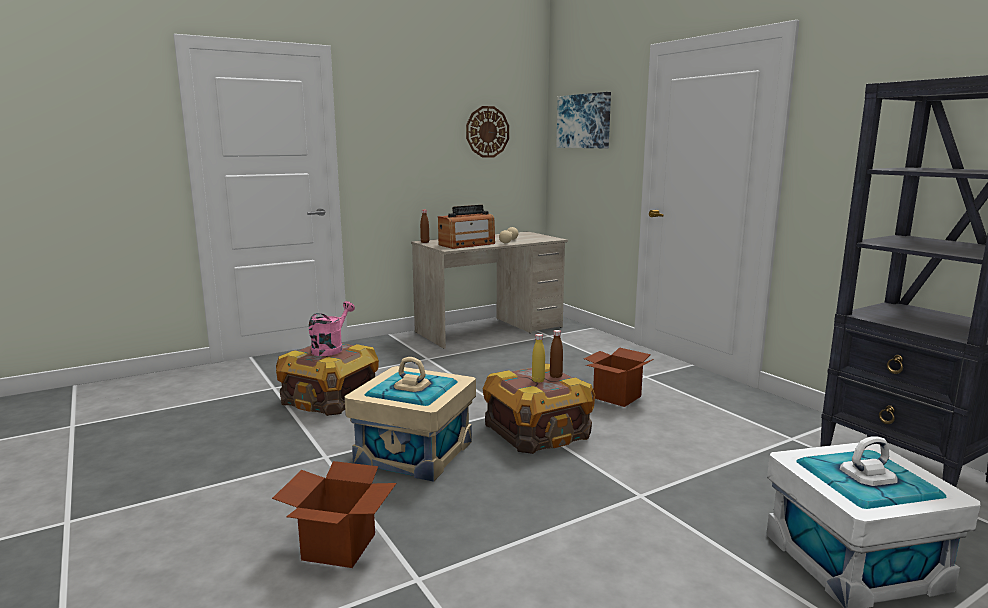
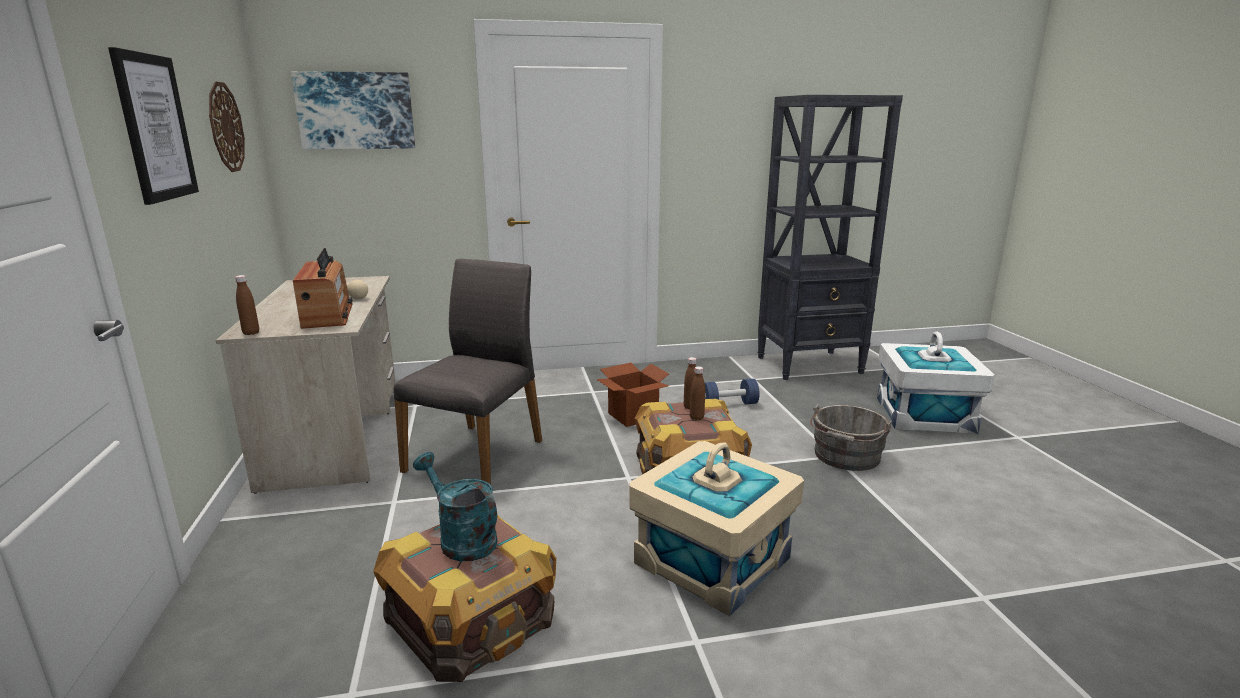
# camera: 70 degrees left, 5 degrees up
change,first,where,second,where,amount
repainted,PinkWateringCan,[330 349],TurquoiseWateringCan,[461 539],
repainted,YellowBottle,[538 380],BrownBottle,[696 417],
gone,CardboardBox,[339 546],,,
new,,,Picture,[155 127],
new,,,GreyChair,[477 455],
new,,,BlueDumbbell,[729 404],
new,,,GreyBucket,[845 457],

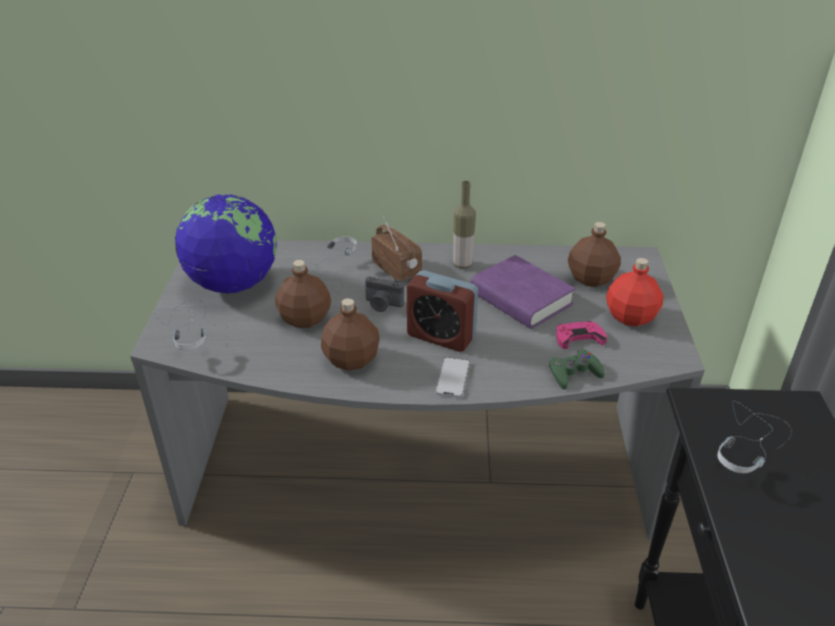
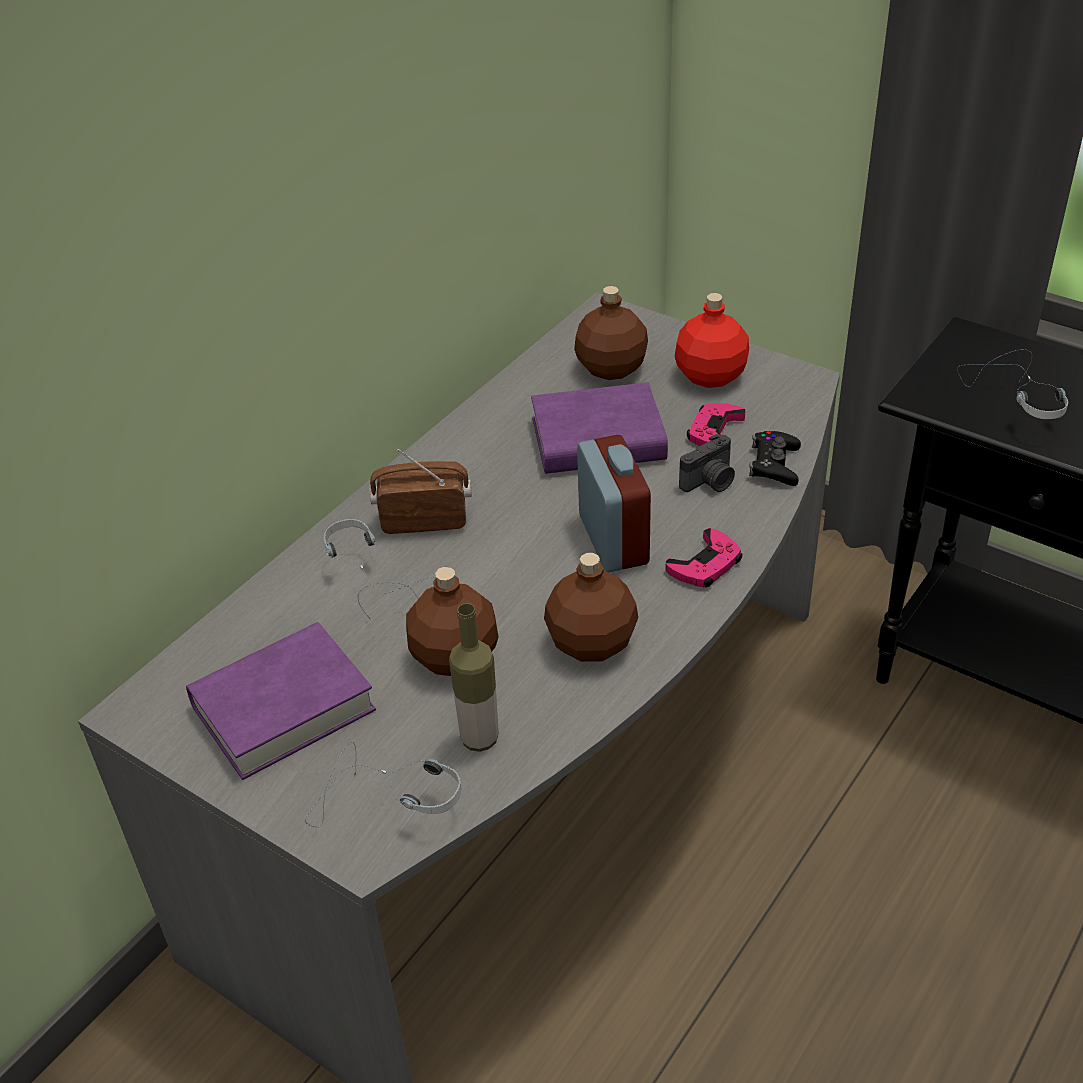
# camera: 55 degrees left, 5 degrees up
change,first,where,second,where,amount
shifted,Bottle,[462 264],,[479 739],
swapped,Globe,[233 284],PurpleBook,[283 708],
rotated,AlarmClock,[441 336],,[613 540],75 degrees counterclockwise
shifted,PhotoCamera,[382 305],,[710 482],
repainted,GreenGameController,[574 373],BlackGameController,[774 464],
swapped,Phone,[452 378],PinkGameController,[705 565],

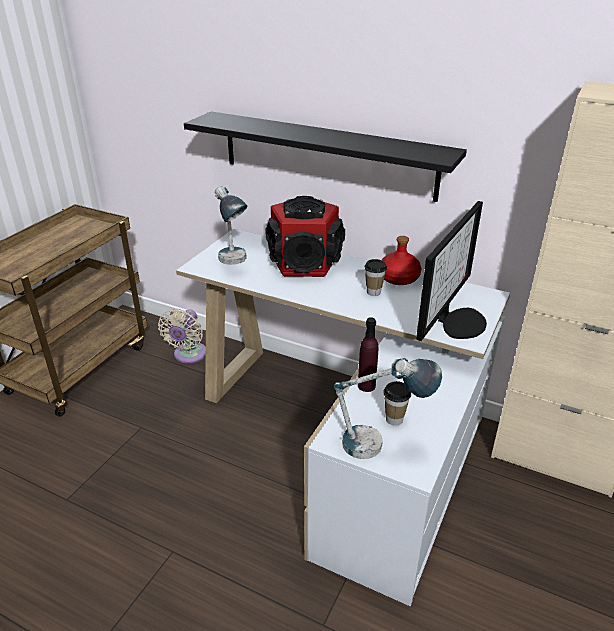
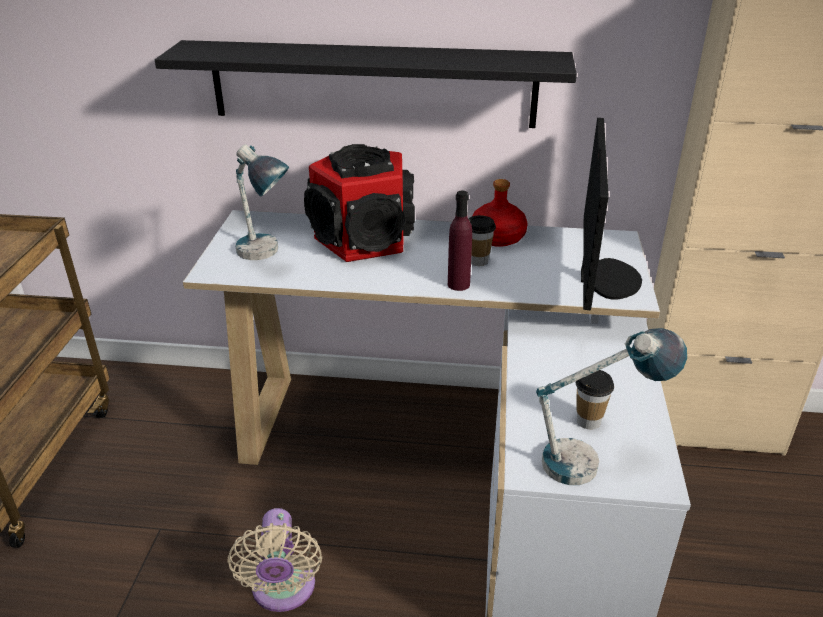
# camera: 20 degrees left, 0 degrees up
change,first,where,second,where,amount
shifted,BeigeFan,[188 355],,[283 591],
shifted,PurpleBottle,[366 386],,[458 284],

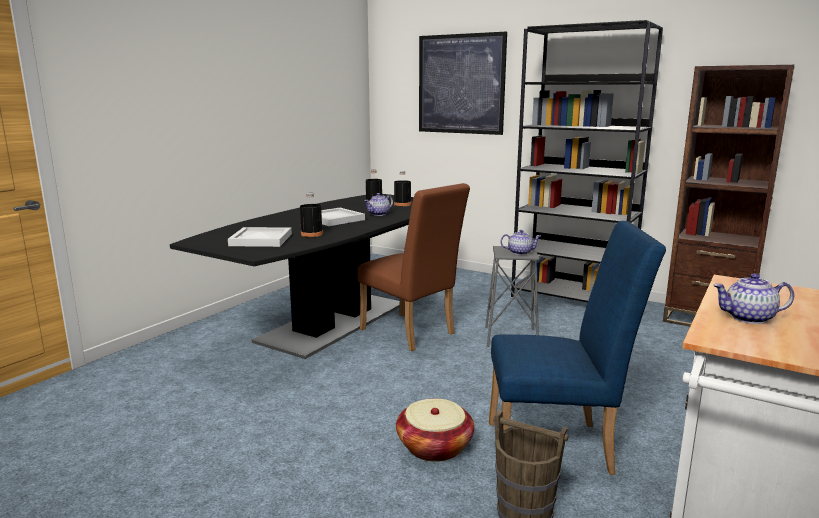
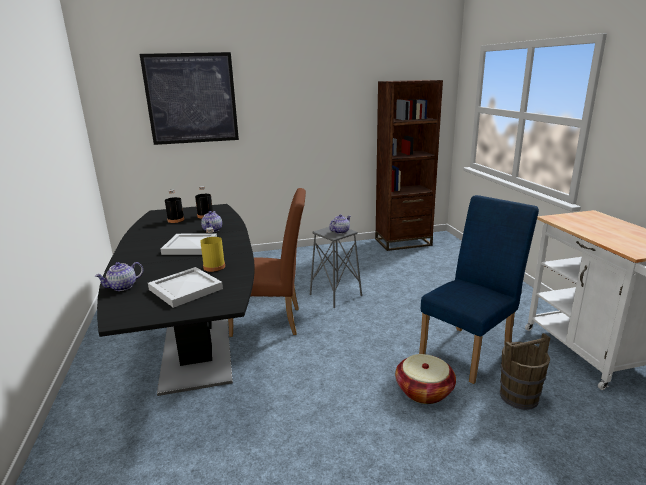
# camera: 45 degrees left, 5 degrees up
change,first,where,second,where,amount
gone,BlackBookcase,[572 298],,,
repainted,BlackBottle,[311 234],YellowBottle,[214 267],
shifted,Teapot,[748 318],,[122 287],

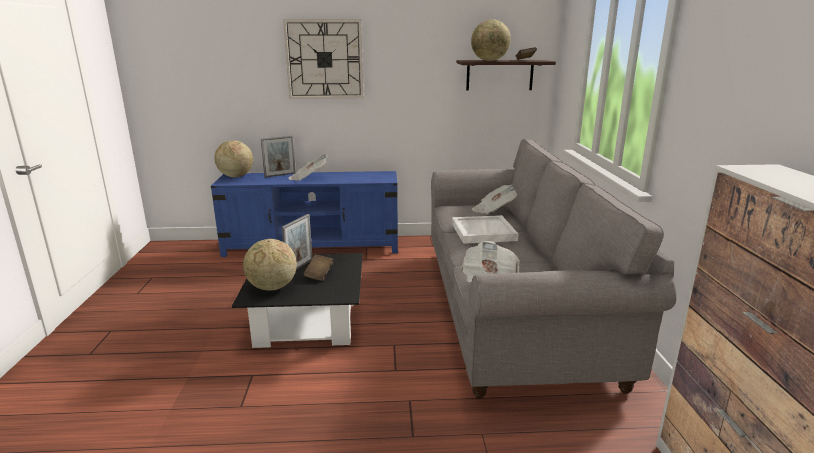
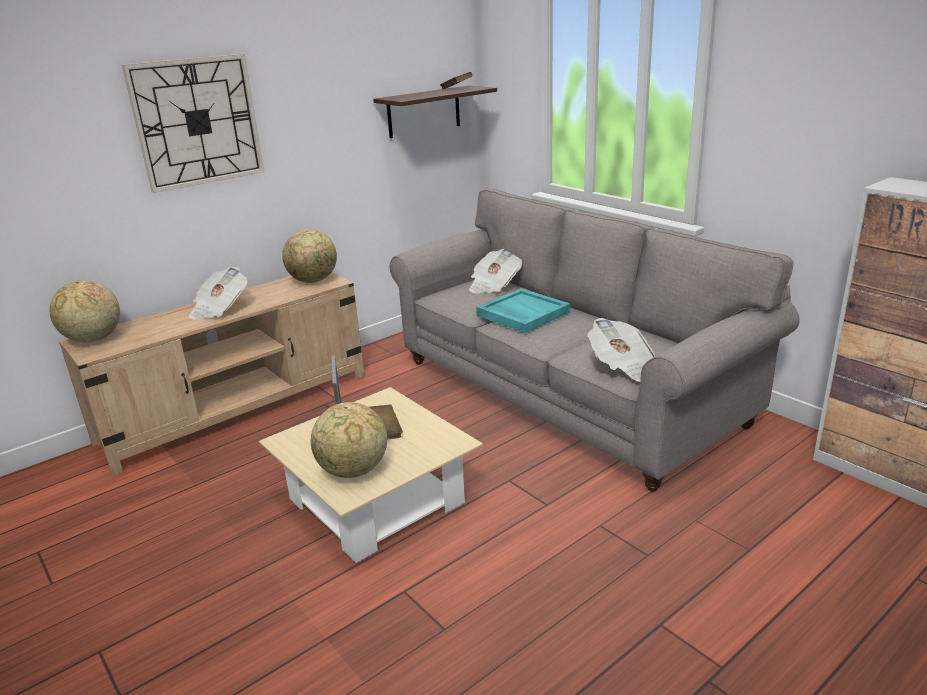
# camera: 35 degrees left, 5 degrees up
change,first,where,second,where,amount
shifted,Globe,[490 60],,[313 281],
gone,PictureFrame,[280 175],,,
repainted,BlueTvStand,[313 246],BeigeTvStand,[238 409],
repainted,WhiteTray,[482 232],TurquoiseTray,[522 313],
repainted,BlackCoffeeTable,[307 321],BeigeCoffeeTable,[376 501],

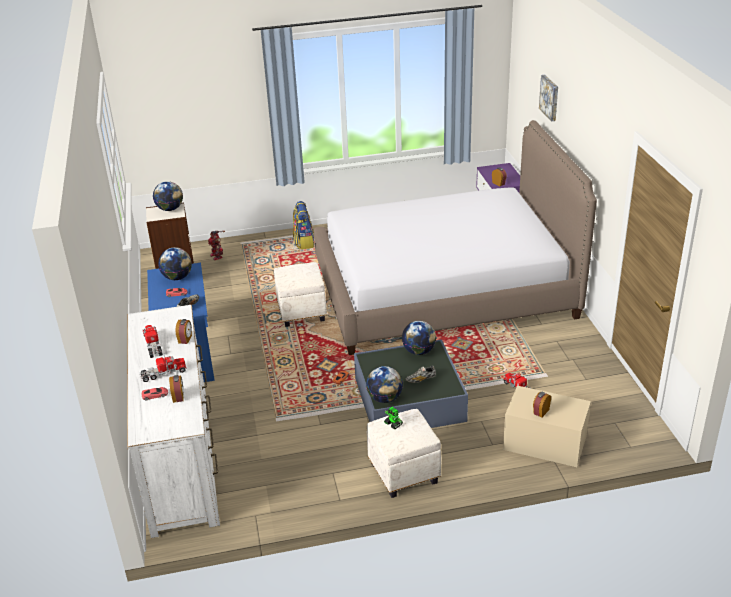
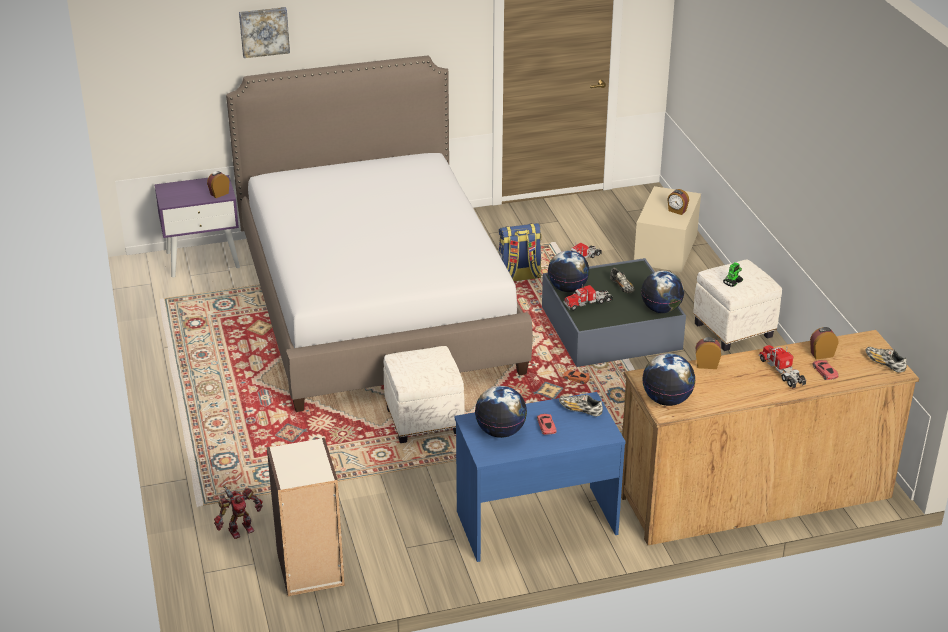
# camera: 95 degrees left, 0 degrees up
change,first,where,second,where,amount
shifted,Globe,[170 209],,[667 400],
shifted,Backpack,[304 242],,[519 277],
repainted,WhiteDresser,[180 458],BrownDresser,[754 495],
shifted,ToyTruck,[153 345],,[588 303],
new,,,Shoe,[884 364],

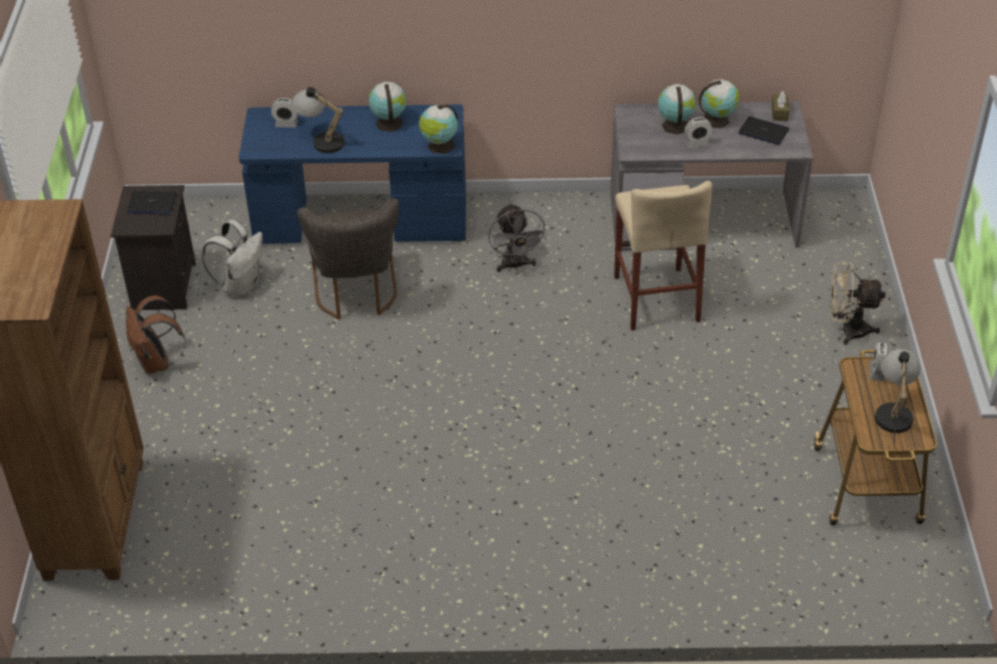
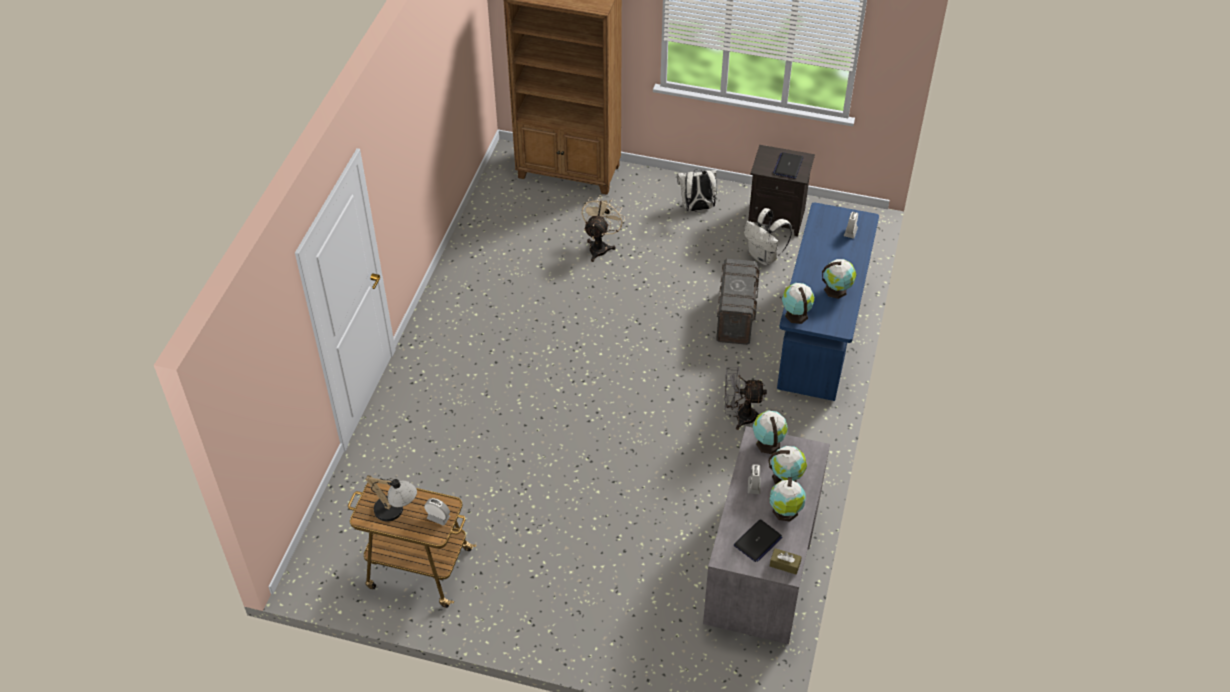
# camera: 105 degrees right, 5 degrees up
change,first,where,second,where,amount
gone,TableLamp,[321 141],,,
gone,BeigeStool,[656 298],,,
swapped,GreyChair,[356 294],GreyStorageBox,[735 316],
shifted,BeigeFan,[847 330],,[600 246],
repainted,BrownBackpack,[157 363],WhiteBackpack,[697 208],
new,,,Globe,[768 443],

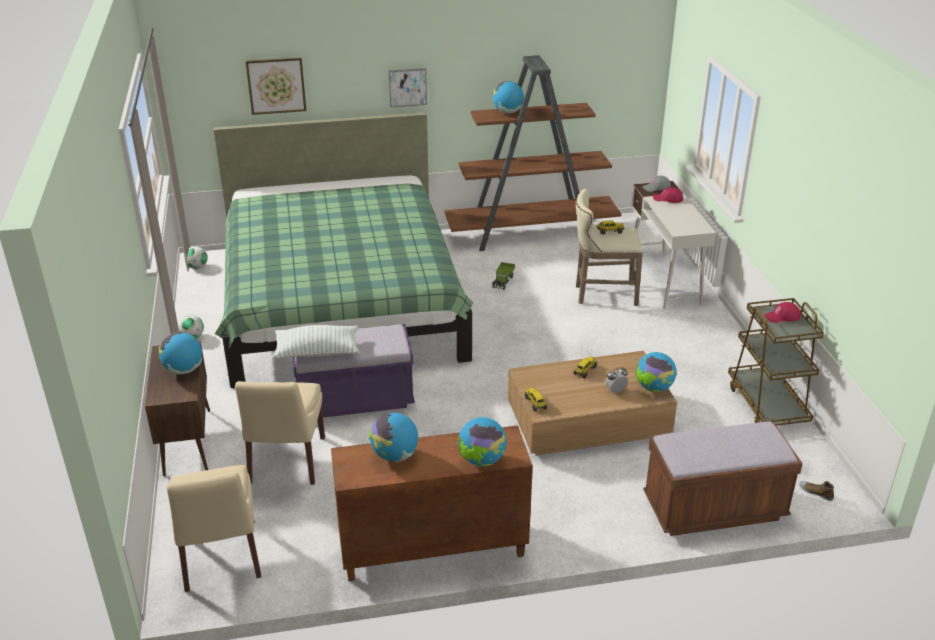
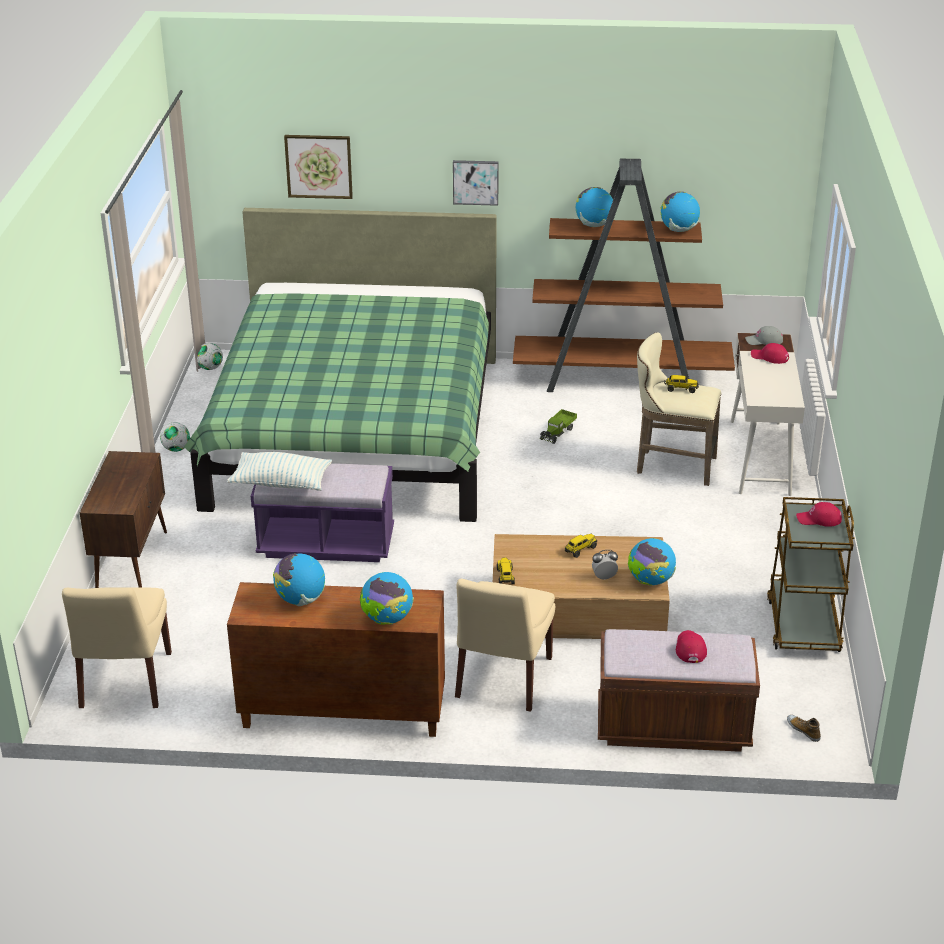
# camera: 15 degrees right, 0 degrees up
change,first,where,second,where,amount
shifted,Globe,[183 370],,[678 230],
shifted,BeigeChair,[286 462],,[502 680],
new,,,RedCap,[690 648],

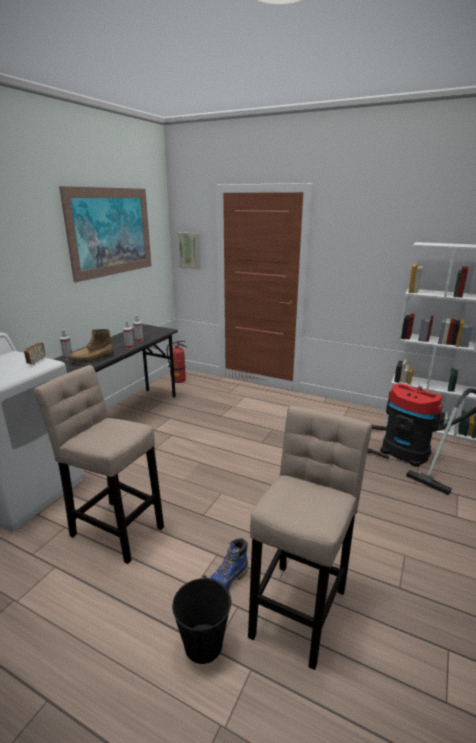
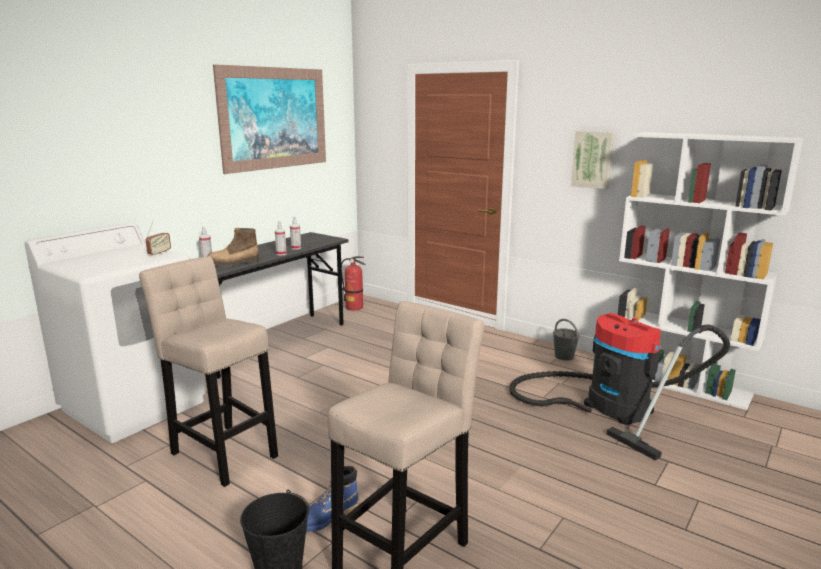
# camera: 10 degrees right, 5 degrees down
change,first,where,second,where,amount
shifted,Picture,[190 250],,[592 159],
new,,,GreyBucket,[564 356],

